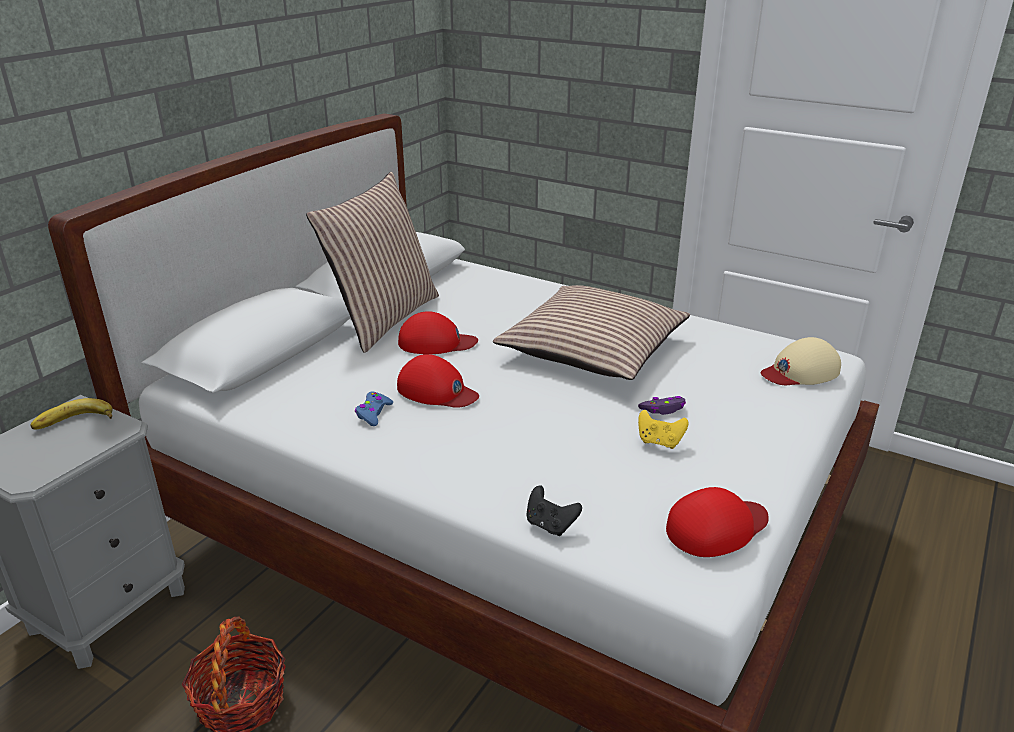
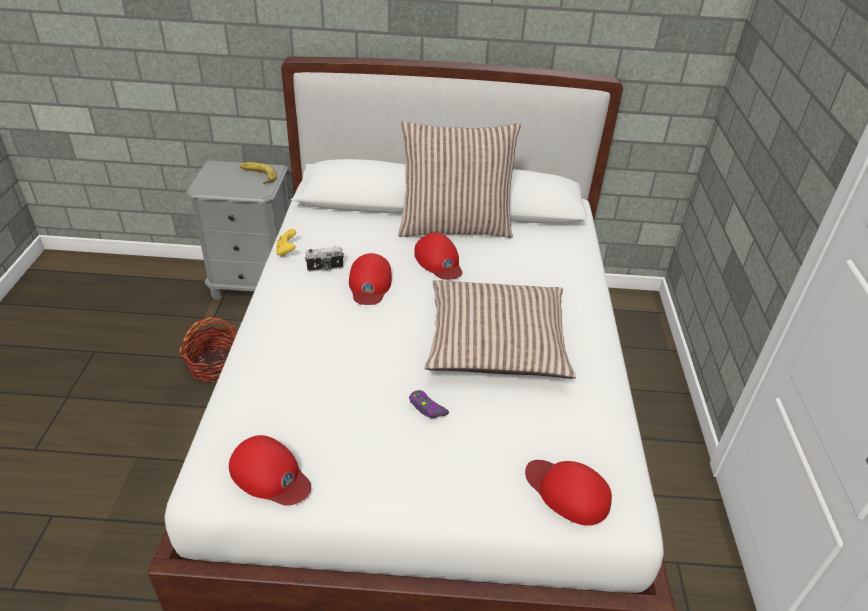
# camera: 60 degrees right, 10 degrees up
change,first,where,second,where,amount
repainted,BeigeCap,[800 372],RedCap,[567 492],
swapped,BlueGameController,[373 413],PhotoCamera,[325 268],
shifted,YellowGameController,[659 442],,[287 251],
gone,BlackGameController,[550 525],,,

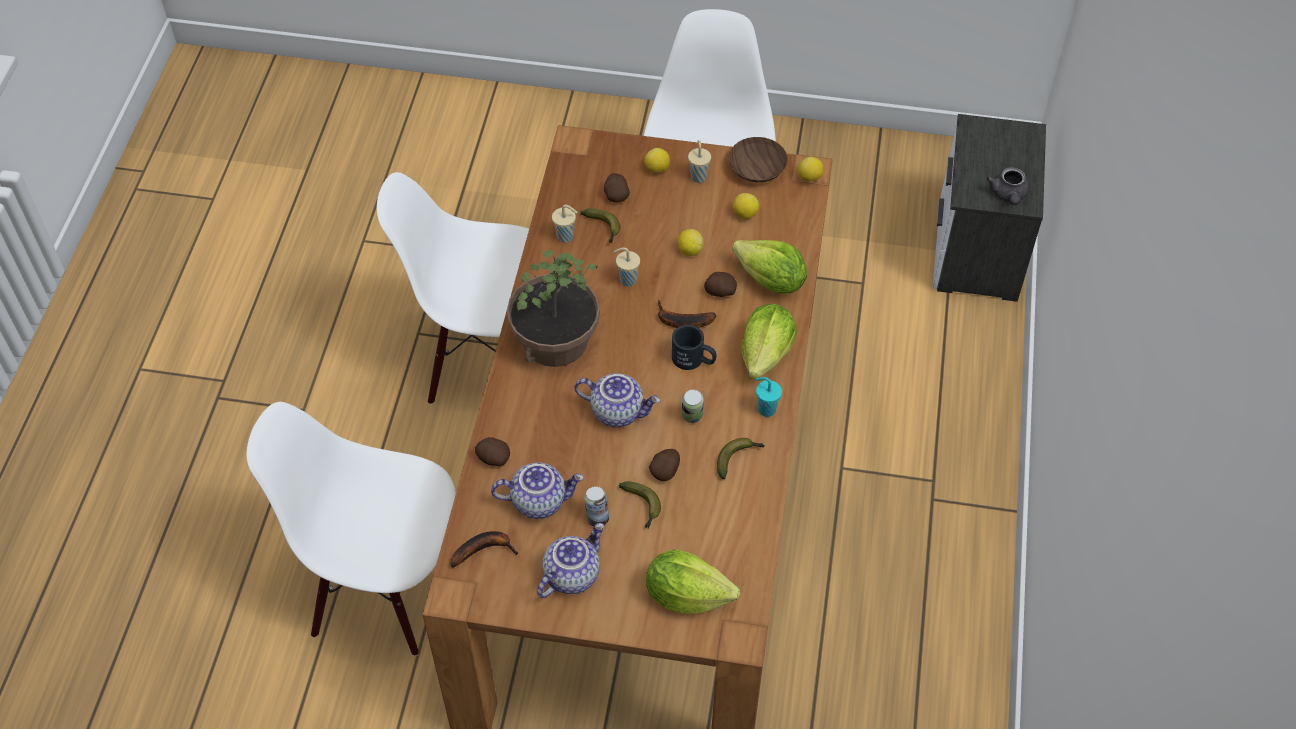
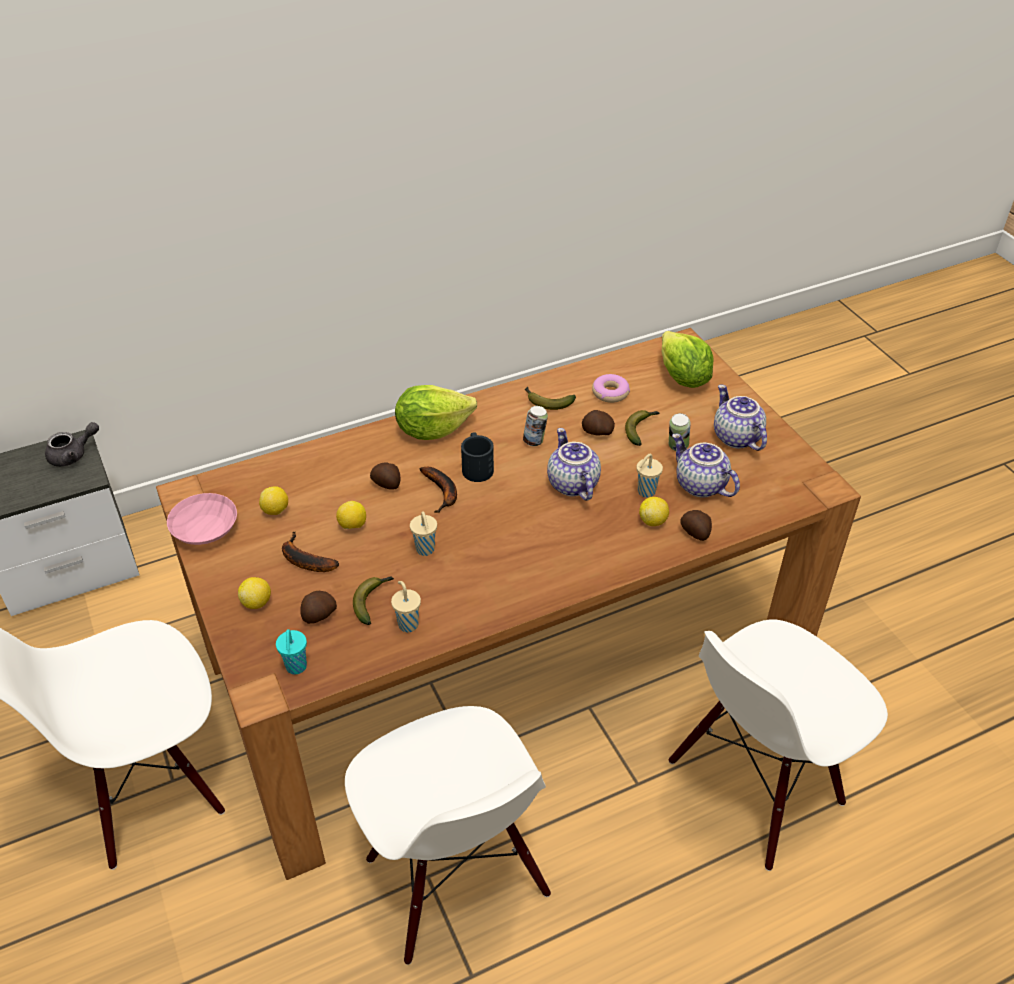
# camera: 125 degrees left, 10 degrees down
change,first,where,second,where,amount
repainted,BrownBowl,[756 168],PinkBowl,[204 530],
shifted,BeigeCup,[698 176],,[645 492],
shifted,Lemon,[809 178],,[653 521],
gone,Lettuce,[770 281],,,
gone,PottedPlant,[555 340],,,
shifted,TurquoiseCup,[765 409],,[296 667],
rotated,WhiteChair,[385 588],,[755 785],75 degrees clockwise
rotated,Teapot,[571 574],,[735 437],60 degrees clockwise
shifted,Banana,[484 549],,[304 560],
new,,,Donut,[610 393],

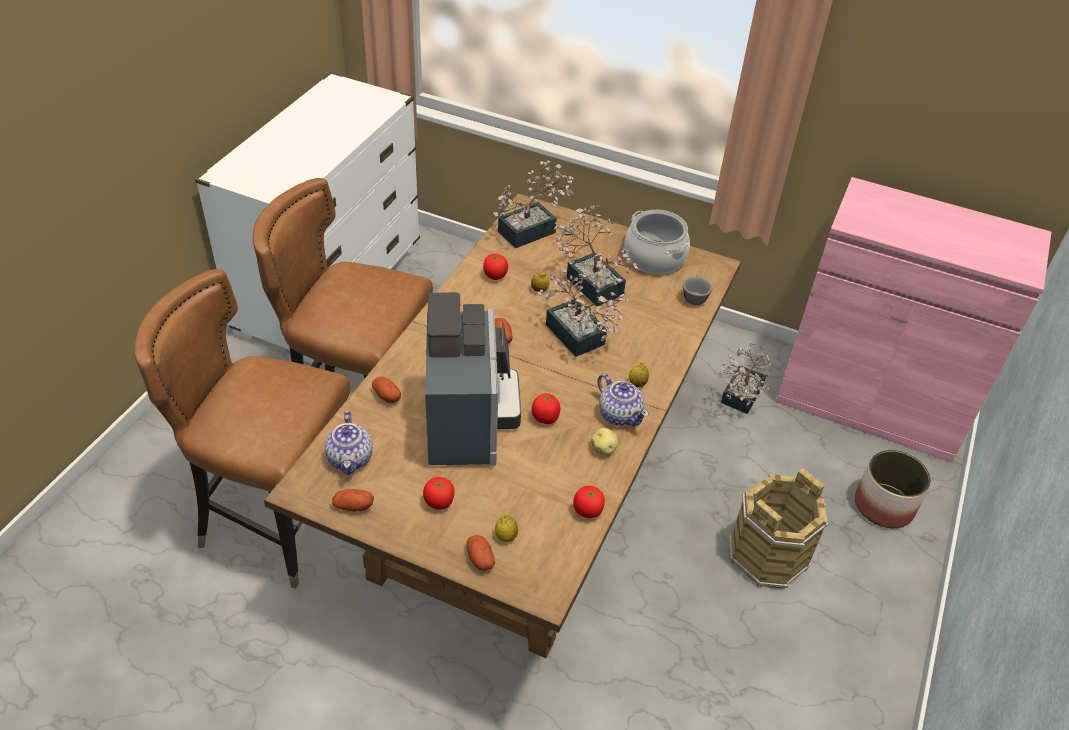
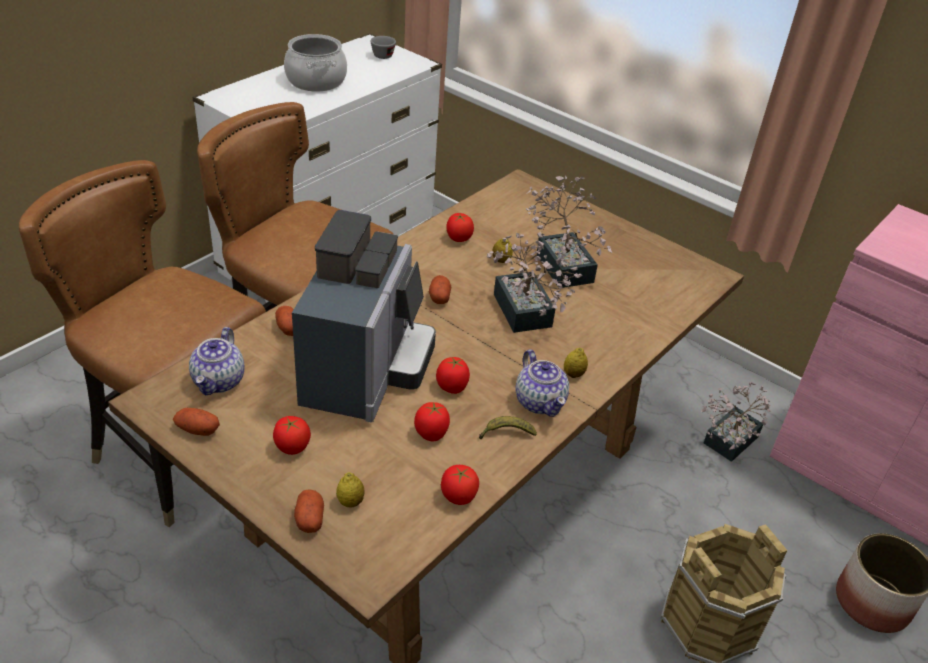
# camera: 15 degrees right, 5 degrees down
change,first,where,second,where,amount
gone,PottedPlant,[532 230],,,
shifted,CookingPot,[654 258],,[315 81],
shifted,GreyCup,[694 297],,[384 55],
swapped,Potato,[604 449],Banana,[506 433],
new,,,Tomato,[431 434],

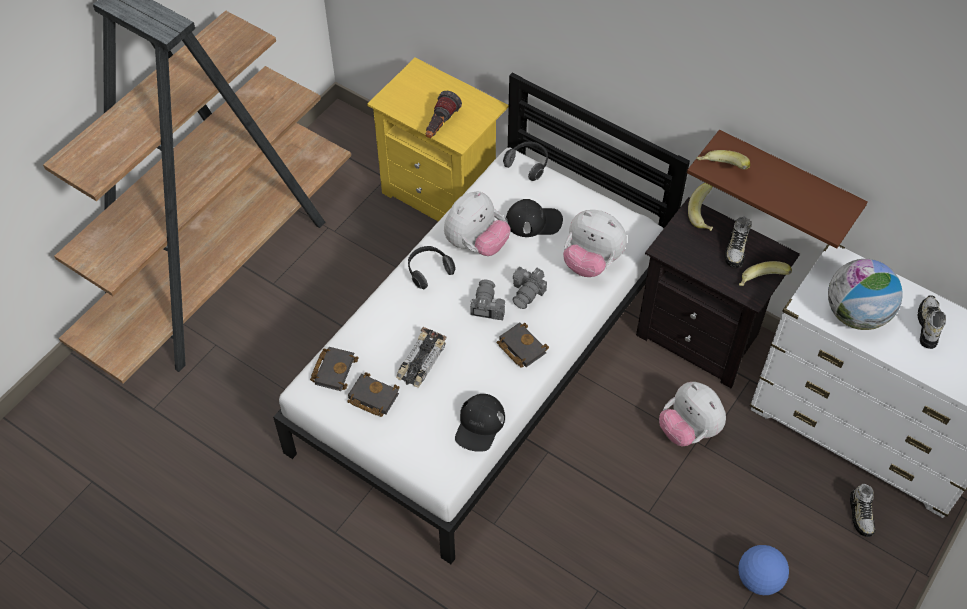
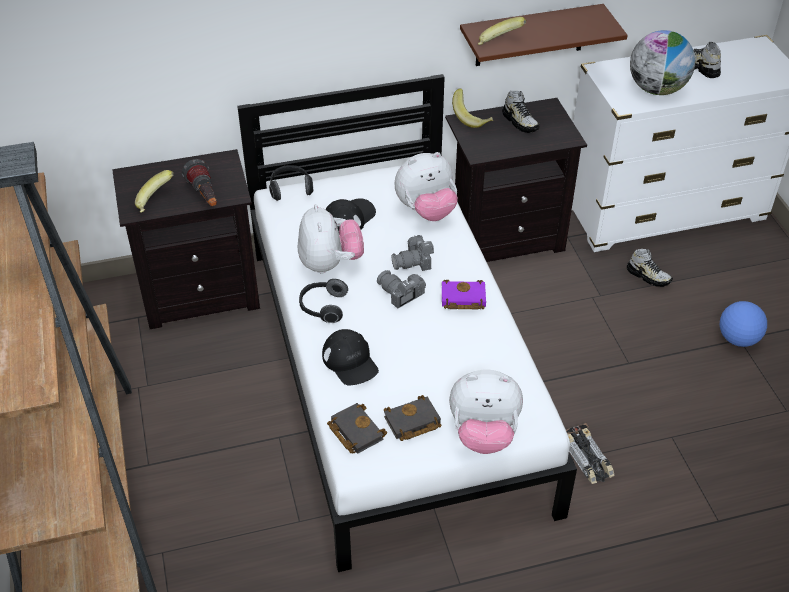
# camera: 50 degrees left, 10 degrees down
change,first,where,second,where,amount
repainted,YellowNightstand,[442 194],BlackNightstand,[201 292],
shifted,Banana,[761 283],,[156 202],
rotated,PhotoCamera,[528 292],,[414 262],90 degrees clockwise
repainted,BlackBook,[520 347],PurpleBook,[462 299],
shifted,ToyCar,[421 361],,[587 458],
shifted,PlushToy,[688 429],,[483 434],
shifted,BlackCap,[479 425],,[350 361],
shifted,Shoe,[861 515],,[648 276],

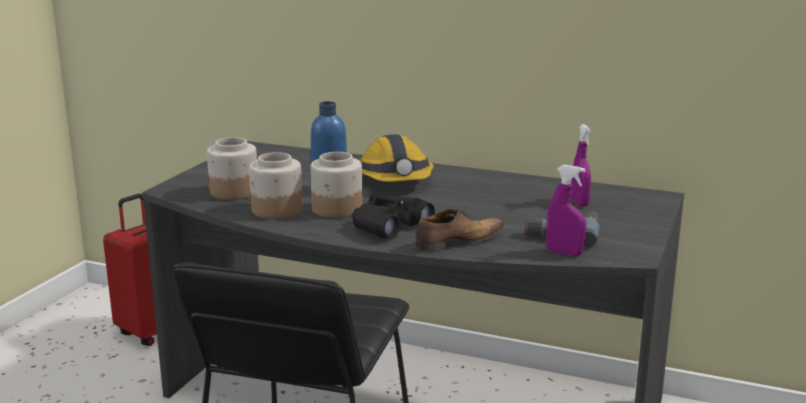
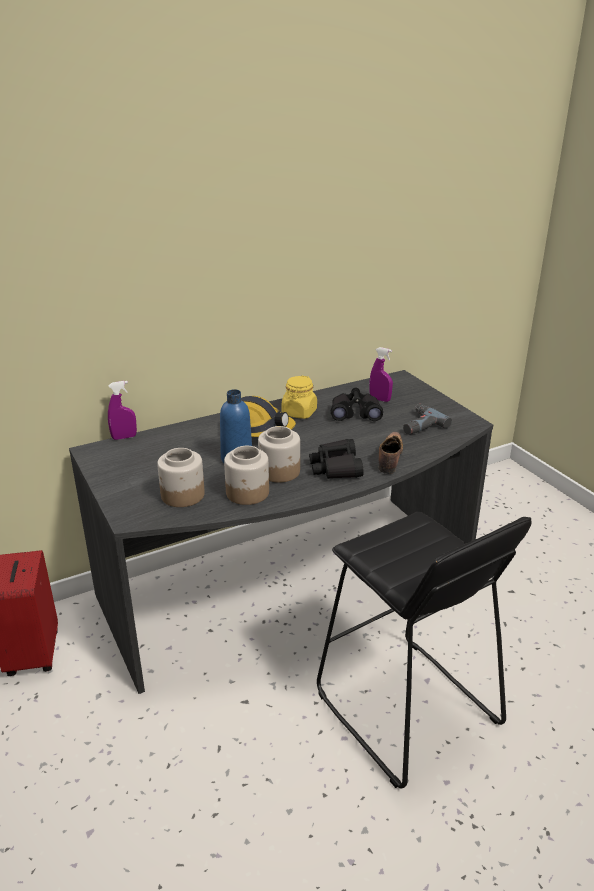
# camera: 50 degrees left, 10 degrees up
change,first,where,second,where,amount
shifted,PurpleSprayBottle,[564 253],,[124 437],
new,,,YellowJar,[299 413],
new,,,BlackBinoculars,[355 413],

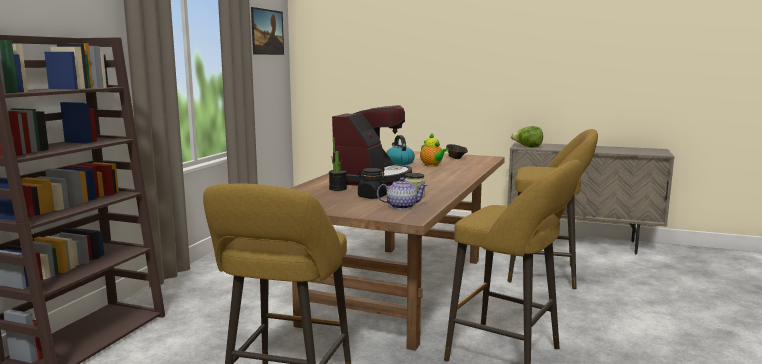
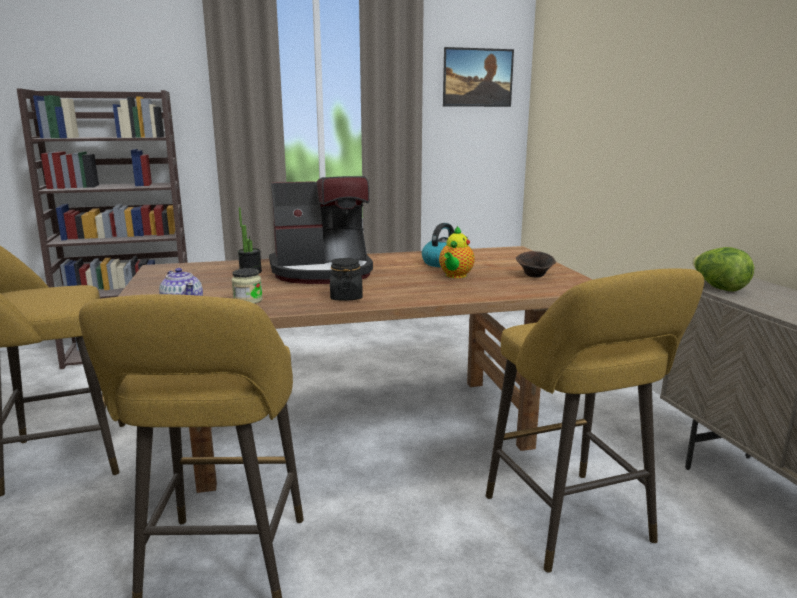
# camera: 55 degrees right, 5 degrees up
change,first,where,second,where,amount
shifted,BlackJar,[372 197],,[346 297],

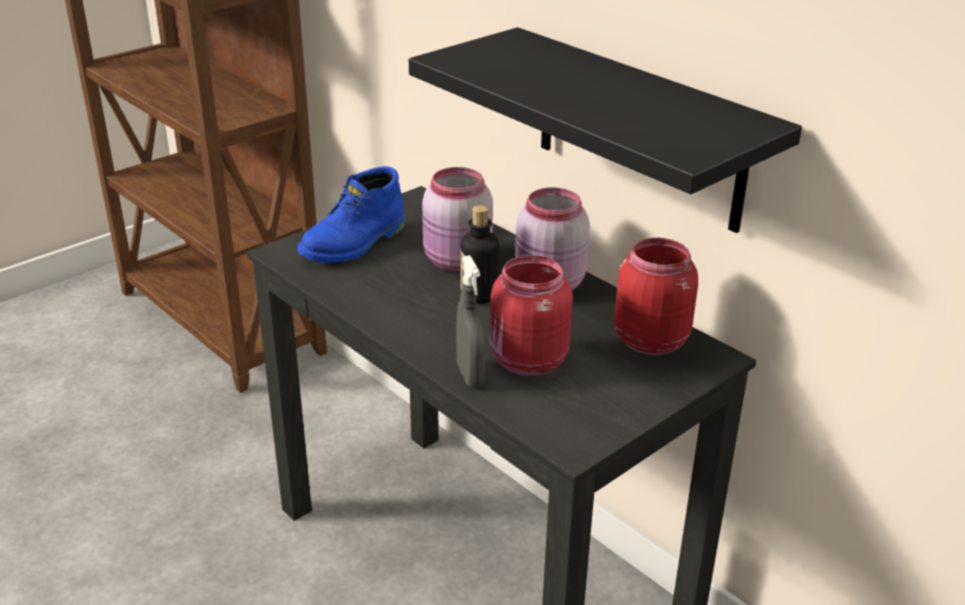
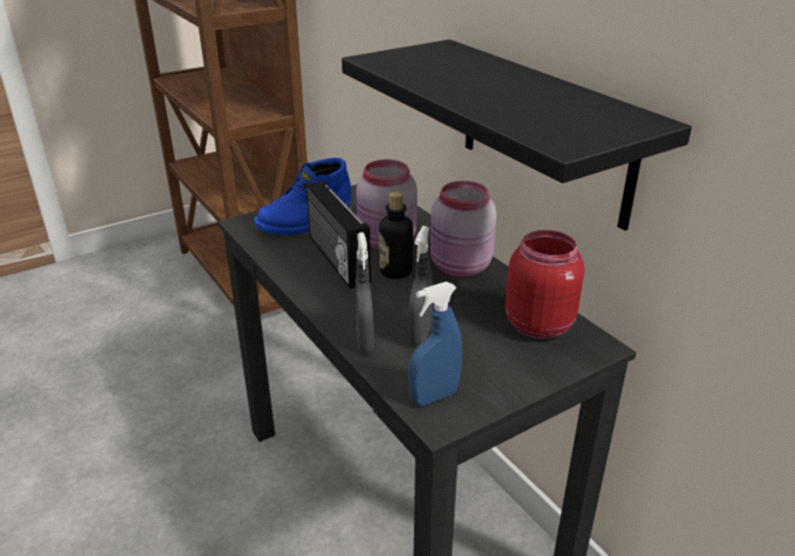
# camera: 10 degrees right, 0 degrees up
change,first,where,second,where,amount
swapped,RedJar,[527 362],GreySprayBottle,[419 334],
new,,,Radio,[336 259],
new,,,BlueSprayBottle,[434 397],

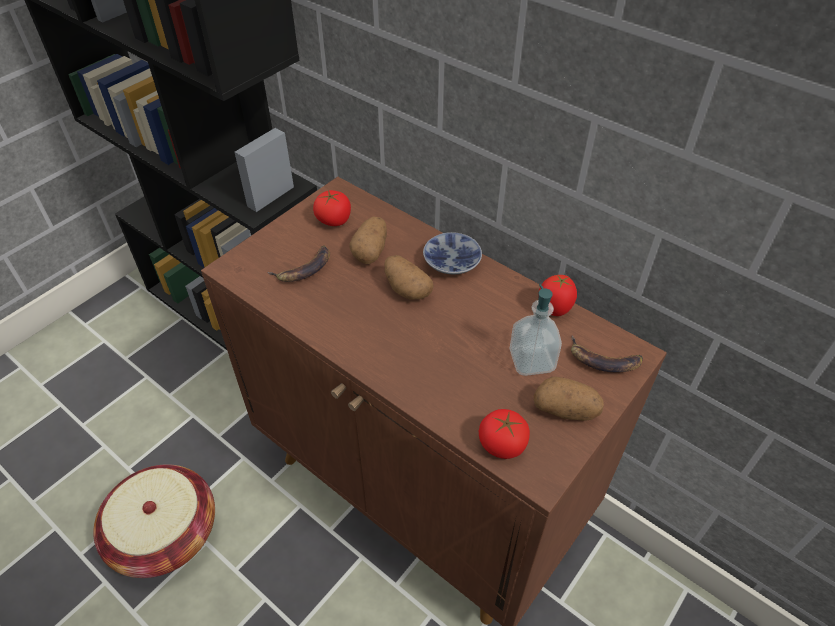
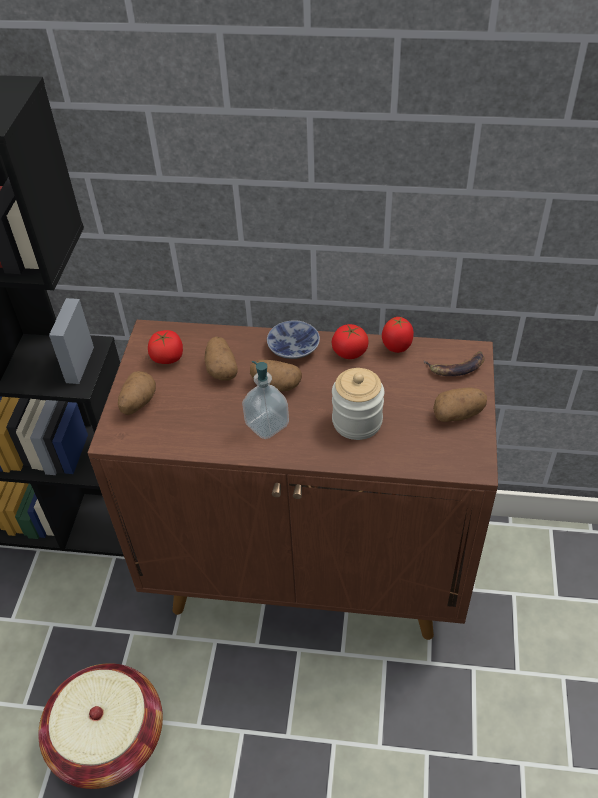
# camera: 30 degrees left, 0 degrees up
change,first,where,second,where,amount
gone,Banana,[304 268],,,
shifted,SoapDispenser,[531 360],,[267 424],
shifted,Tomato,[502 444],,[349 352],
new,,,Jar,[357 421],
new,,,Potato,[138 402],

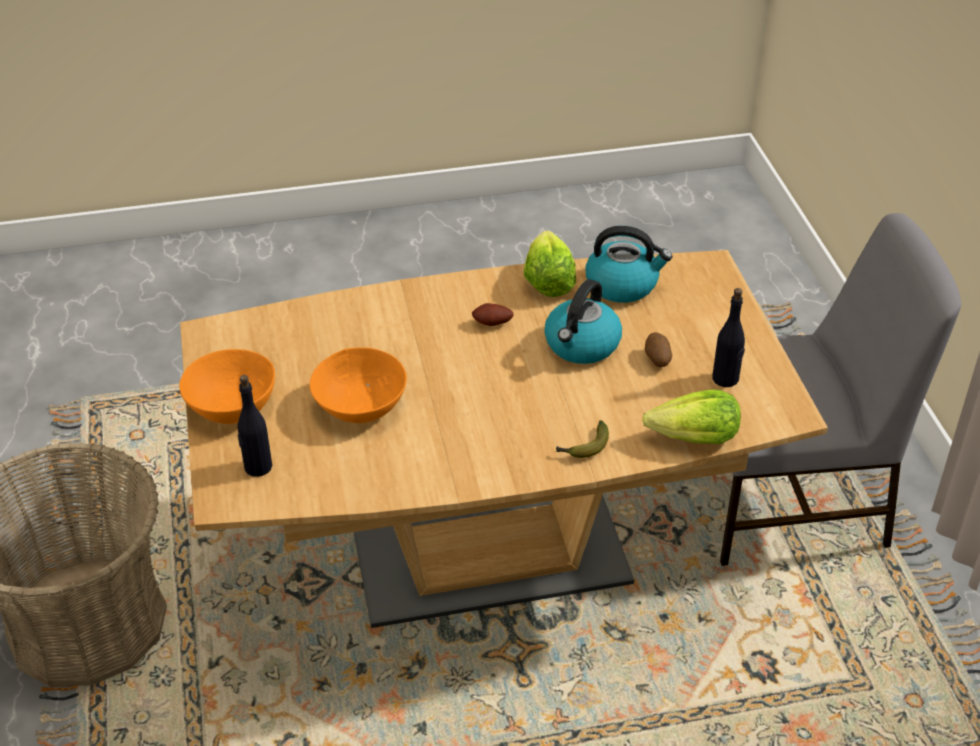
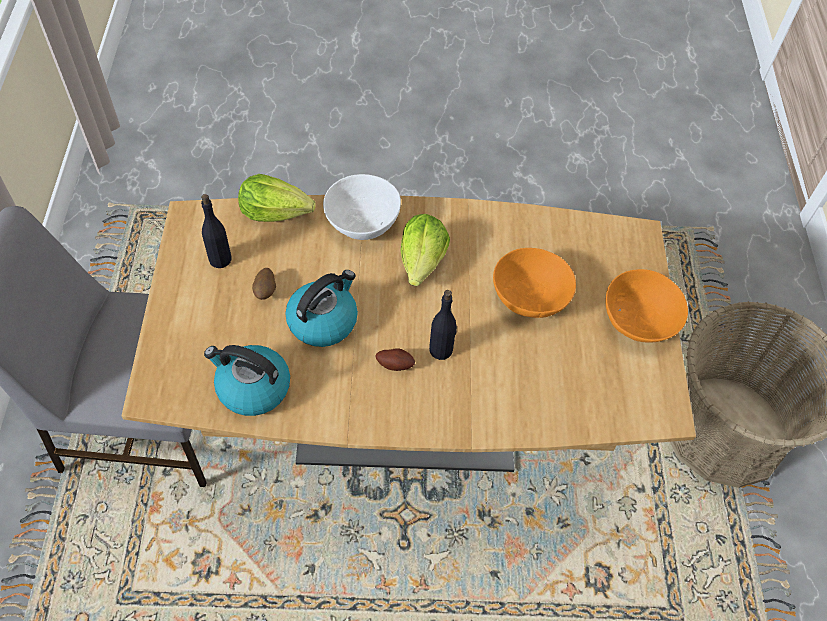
# camera: 170 degrees left, 15 degrees up
change,first,where,second,where,amount
shifted,Lettuce,[548 281],,[422 261],
shifted,BlackBottle,[257 467],,[441 350],
swapped,Banana,[584 447],WhiteBowl,[362 222],

